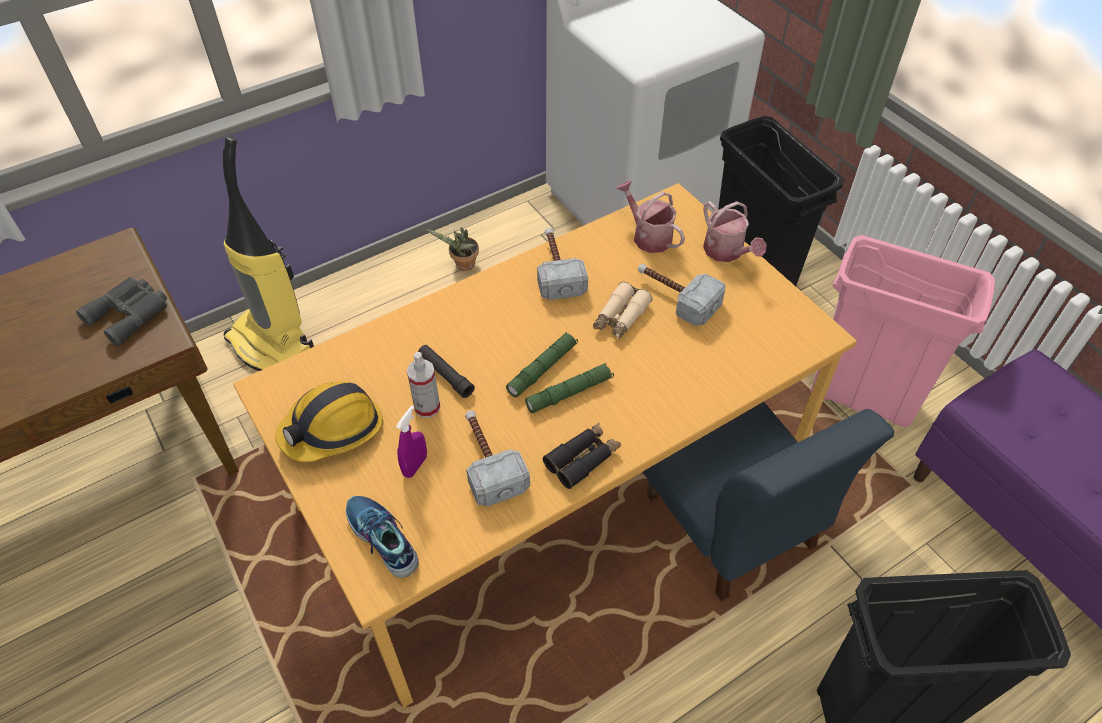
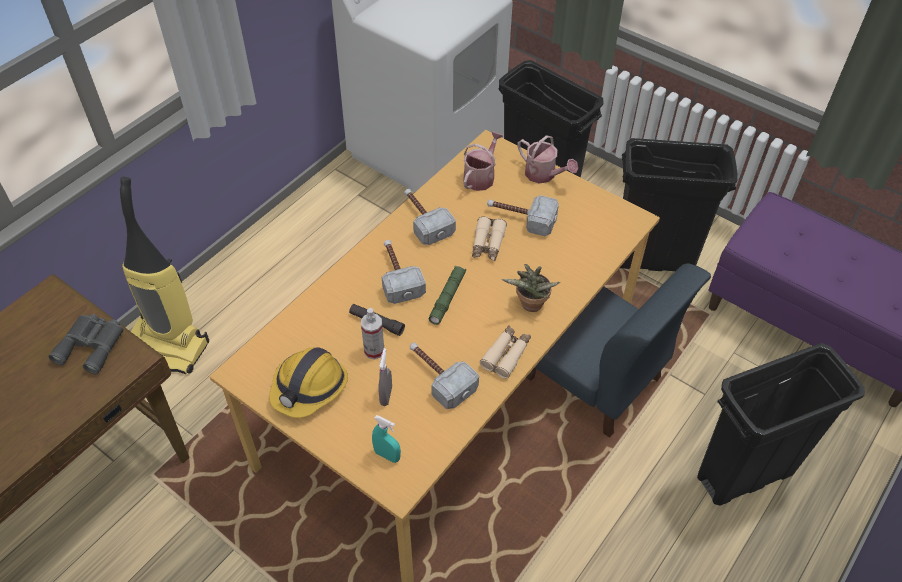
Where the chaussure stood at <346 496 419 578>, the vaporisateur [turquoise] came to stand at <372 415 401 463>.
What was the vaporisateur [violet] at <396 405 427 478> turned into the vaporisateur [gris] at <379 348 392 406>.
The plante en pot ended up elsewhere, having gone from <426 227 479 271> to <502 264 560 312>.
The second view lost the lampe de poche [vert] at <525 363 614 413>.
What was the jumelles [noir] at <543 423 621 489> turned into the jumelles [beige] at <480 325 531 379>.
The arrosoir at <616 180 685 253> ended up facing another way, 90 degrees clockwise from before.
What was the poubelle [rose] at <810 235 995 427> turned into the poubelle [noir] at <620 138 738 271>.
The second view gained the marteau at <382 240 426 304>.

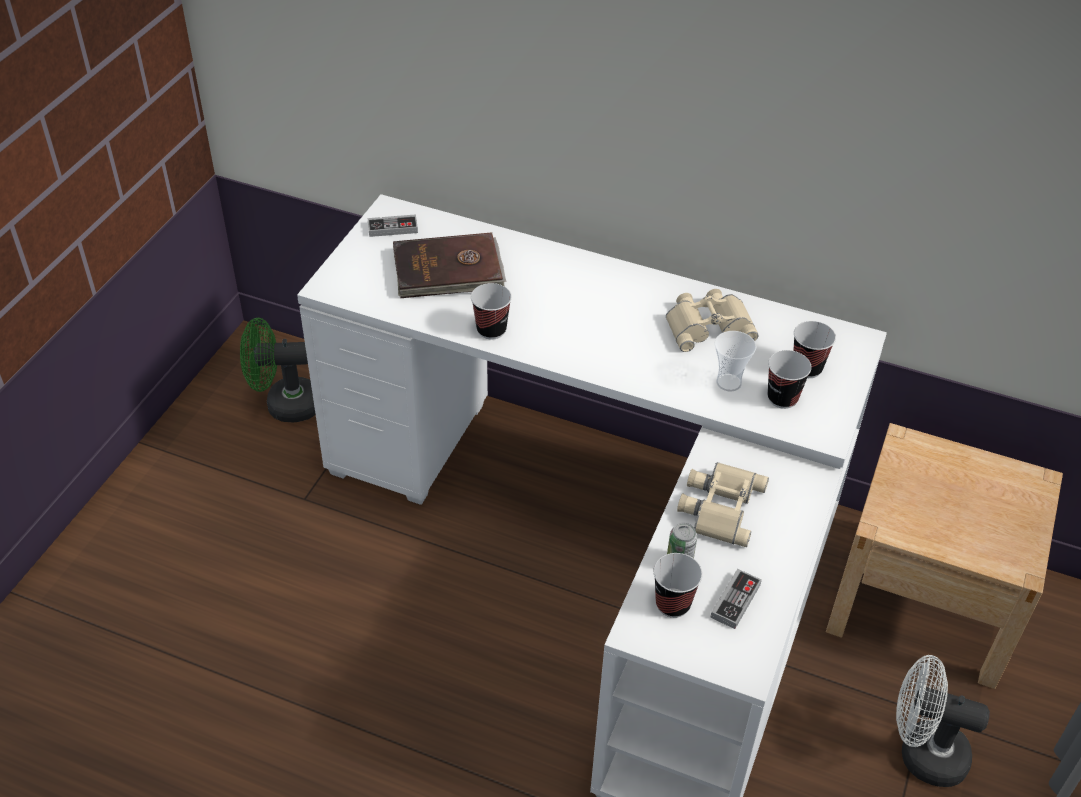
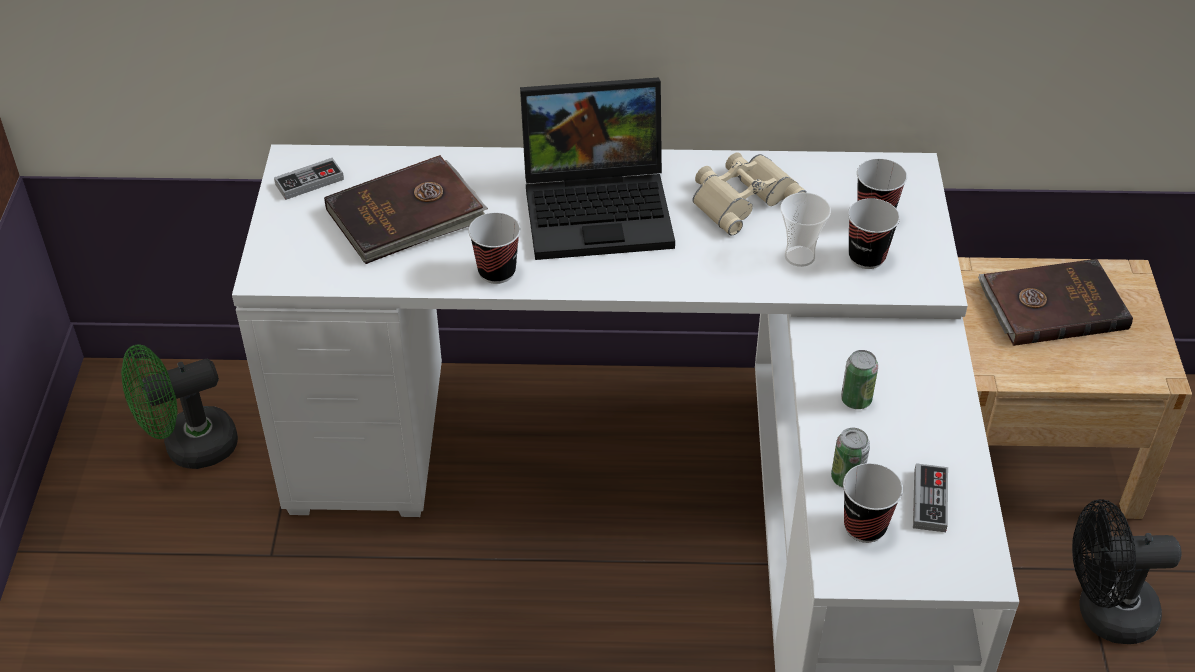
Where the jumelles [beige] stood at <677 462 769 547>, the boîte métallique came to stand at <841 350 878 409>.
What was the ventilateur [blanc] at <896 655 990 787> turned into the ventilateur [noir] at <1072 499 1181 644>.
The second view gained the ordinateur portable at <520 77 675 260>.
The second view gained the livre [marron] at <978 259 1133 346>.

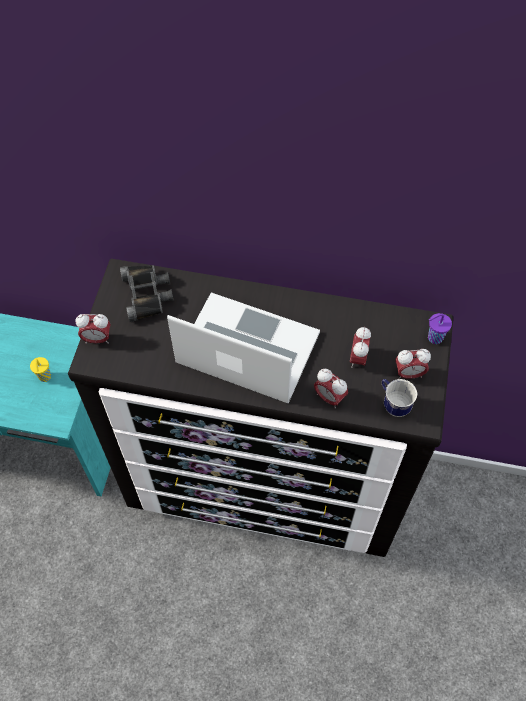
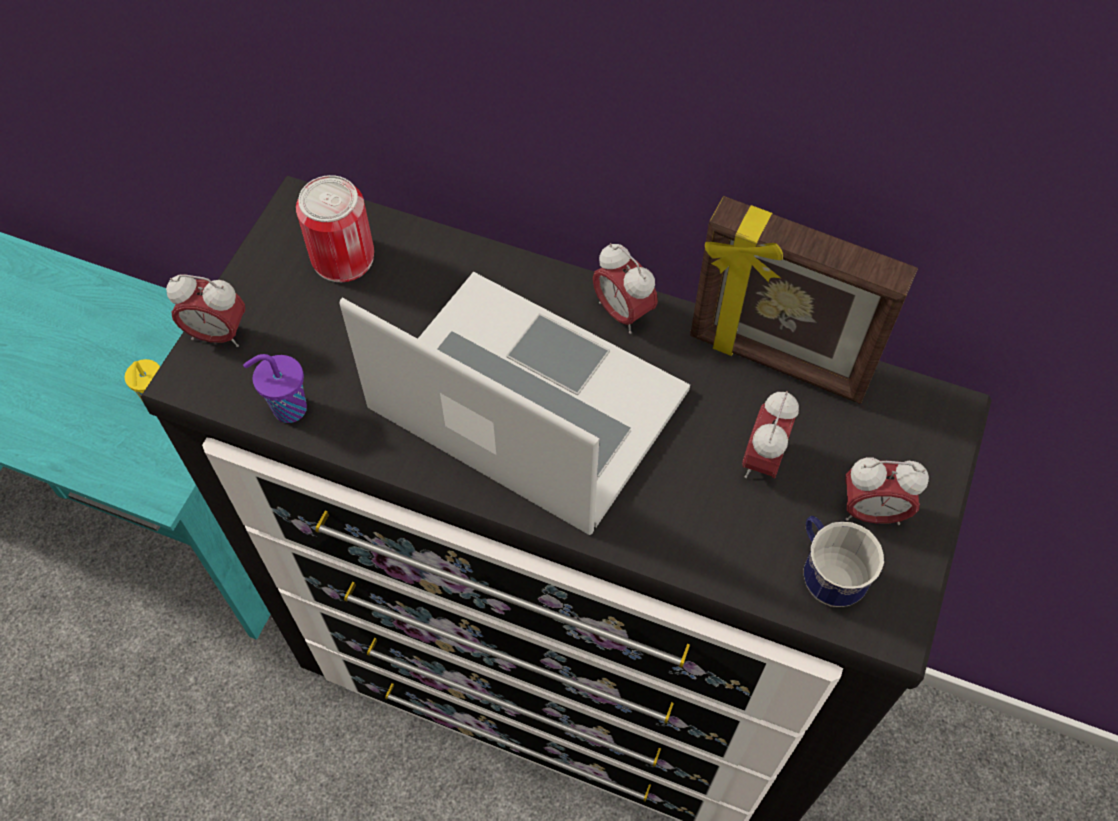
Where the jumelles [noir] stood at <120 265 174 322>, the boîte métallique came to stand at <296 175 374 282>.
The réveil ended up elsewhere, having gone from <314 369 348 409> to <593 243 658 334>.
The tasse [violet] ended up elsewhere, having gone from <428 313 452 344> to <243 354 307 423>.
The second view gained the cadre photo at <690 196 918 404>.

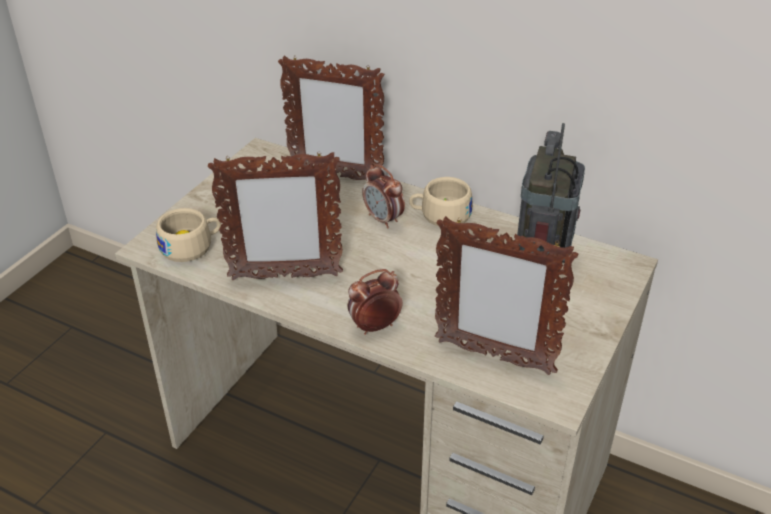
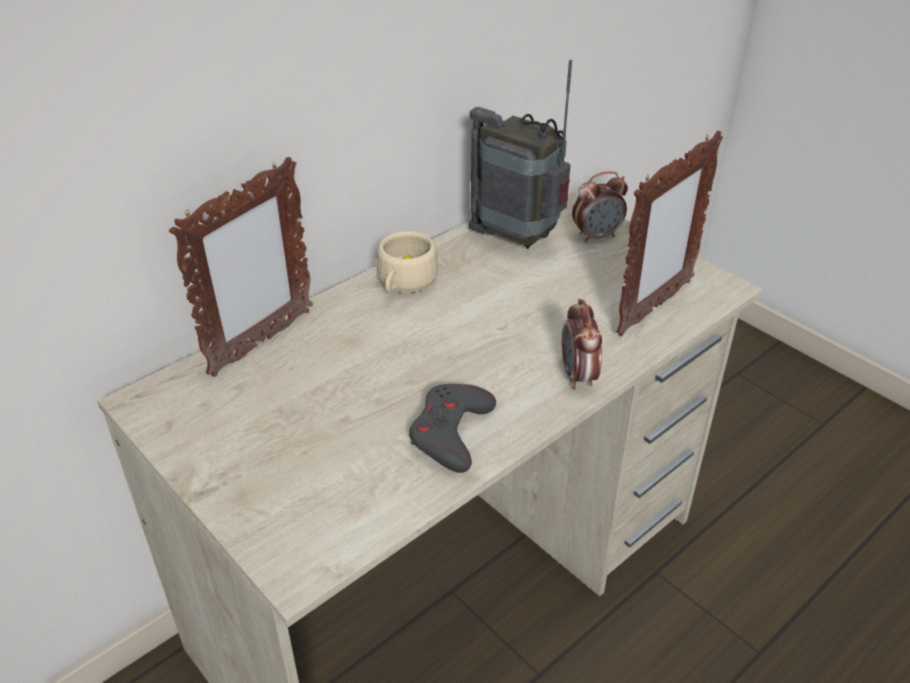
The second view lost the tasse [beige] at <156 208 221 262>.
Where the cadre photo stood at <208 151 343 280>, the manette [gris] came to stand at <409 384 496 473>.
The réveil ended up elsewhere, having gone from <362 164 405 228> to <572 171 628 243>.

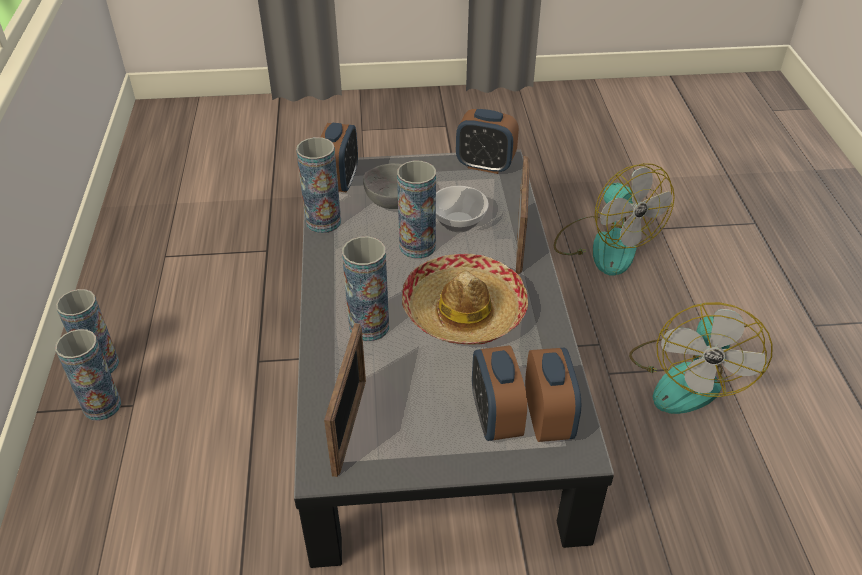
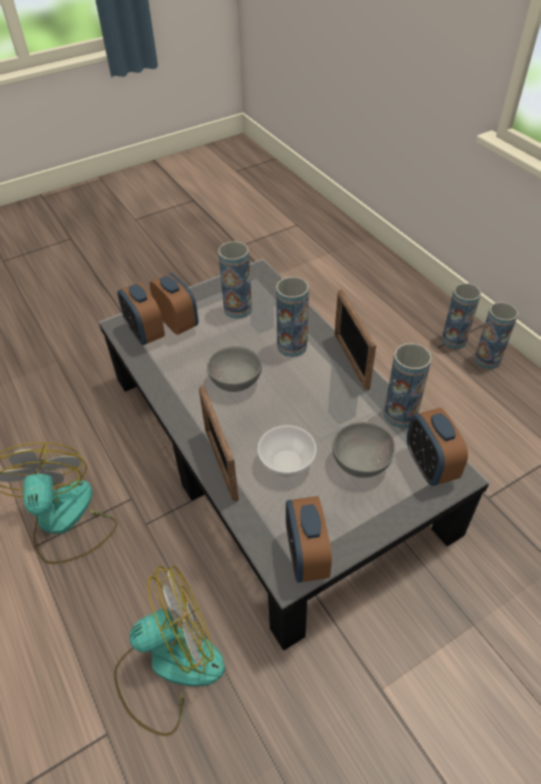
The cadre photo ended up elsewhere, having gone from <324 323 366 477> to <334 289 376 390>.
The vase ended up elsewhere, having gone from <397 161 436 259> to <218 241 252 319>.
Where the chapeau stood at <402 254 528 345>, the bol [gris] came to stand at <207 346 262 392>.
The réveil at <456 109 519 174> ended up facing another way, 90 degrees counterclockwise from before.
The ventilateur at <554 163 675 276> ended up facing another way, 120 degrees clockwise from before.

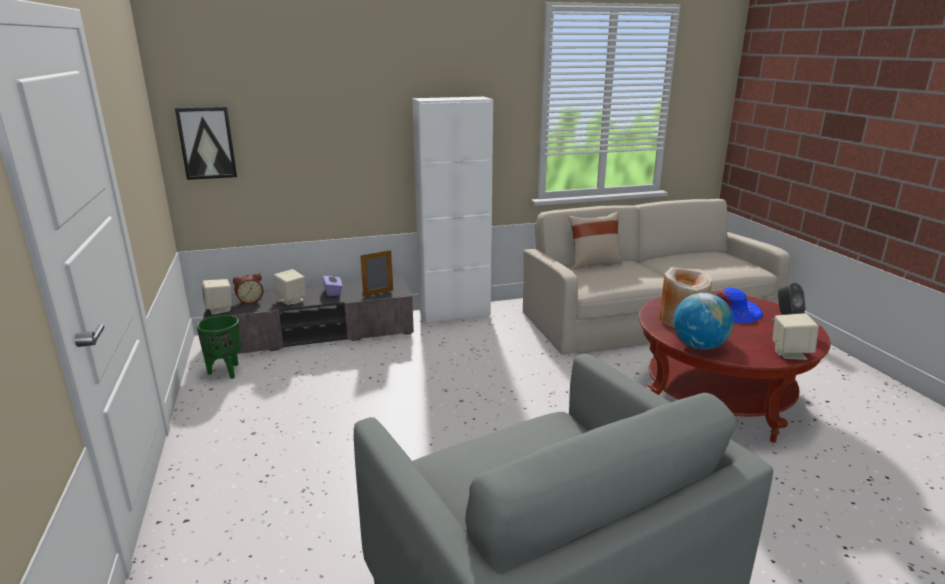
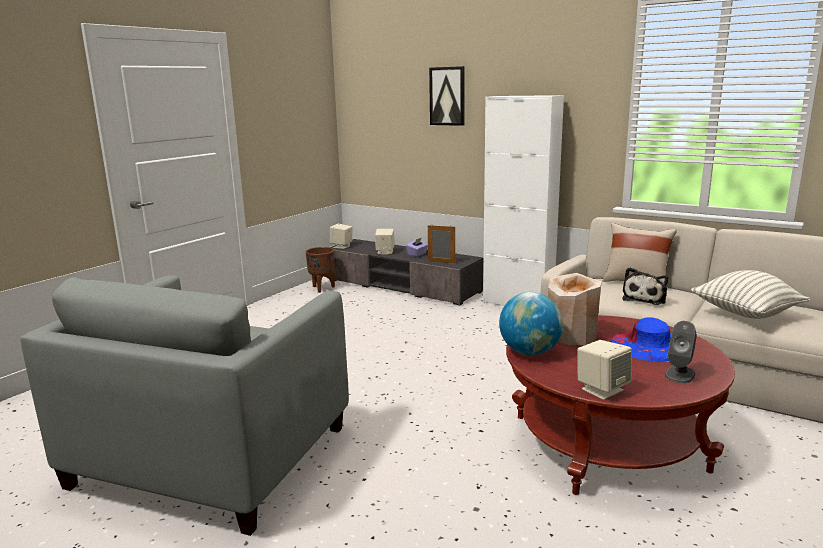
The tableau ended up elsewhere, having gone from <175 107 237 180> to <429 66 465 126>.
What was the cache-pot [vert] at <196 315 241 379> turned into the cache-pot [marron] at <306 247 335 293>.
The second view lost the réveil at <233 273 264 304>.
The second view gained the peluche at <622 267 668 305>.
The second view gained the coussin at <691 270 810 319>.

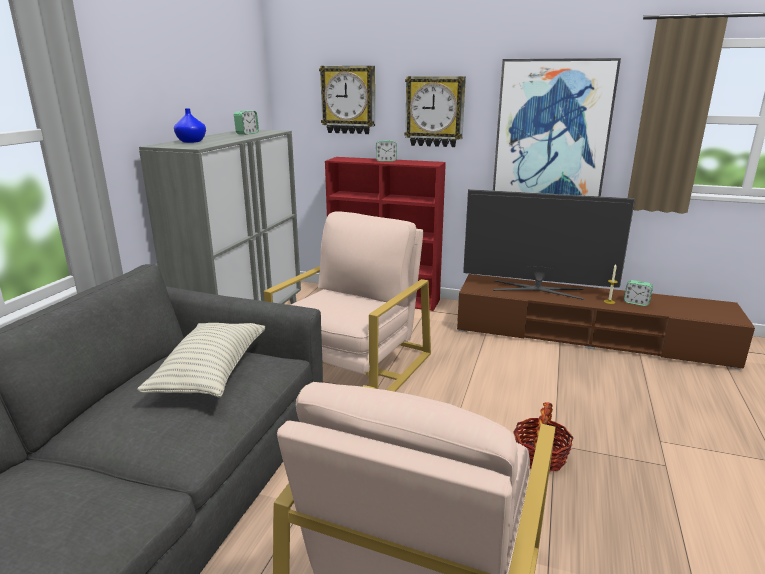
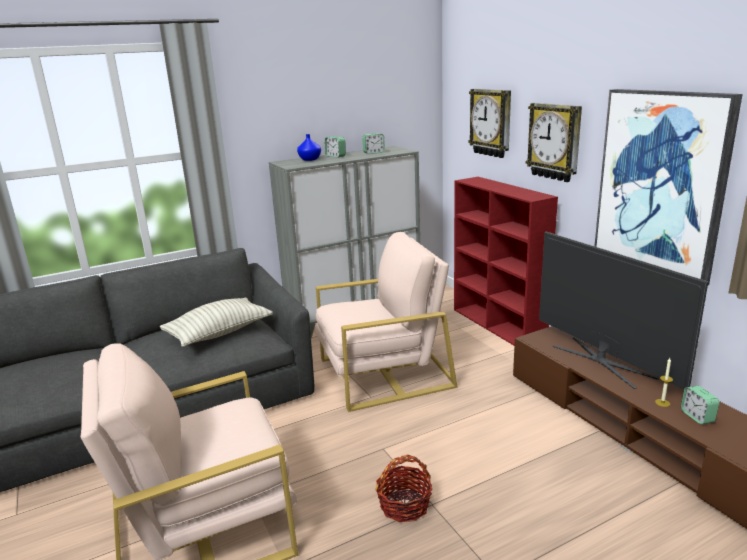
The réveil ended up elsewhere, having gone from <376 141 397 161> to <325 136 346 158>.

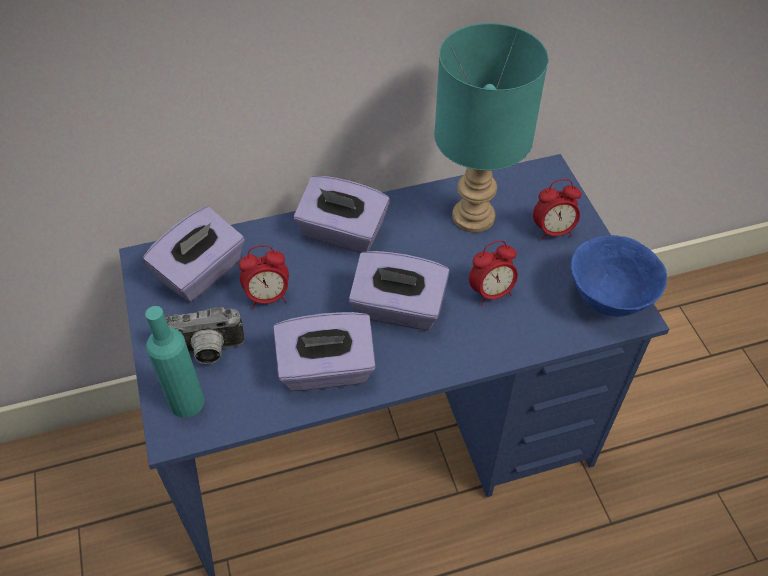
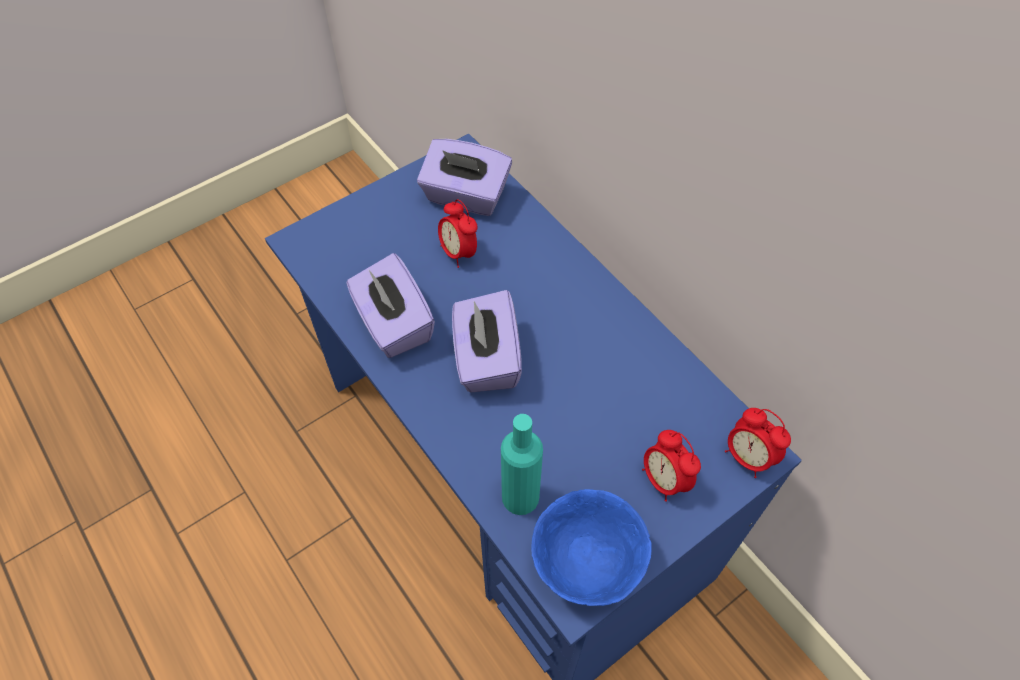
The bouteille [turquoise] ended up elsewhere, having gone from <145 306 204 418> to <501 414 543 515>.
The second view lost the appareil photo at <165 307 245 364>.
The second view lost the boîte à mouchoirs [violet] at <294 176 390 253>.
The second view lost the lampe de table [turquoise] at <434 23 548 233>.
The réveil ended up elsewhere, having gone from <469 240 518 306> to <725 408 791 478>.

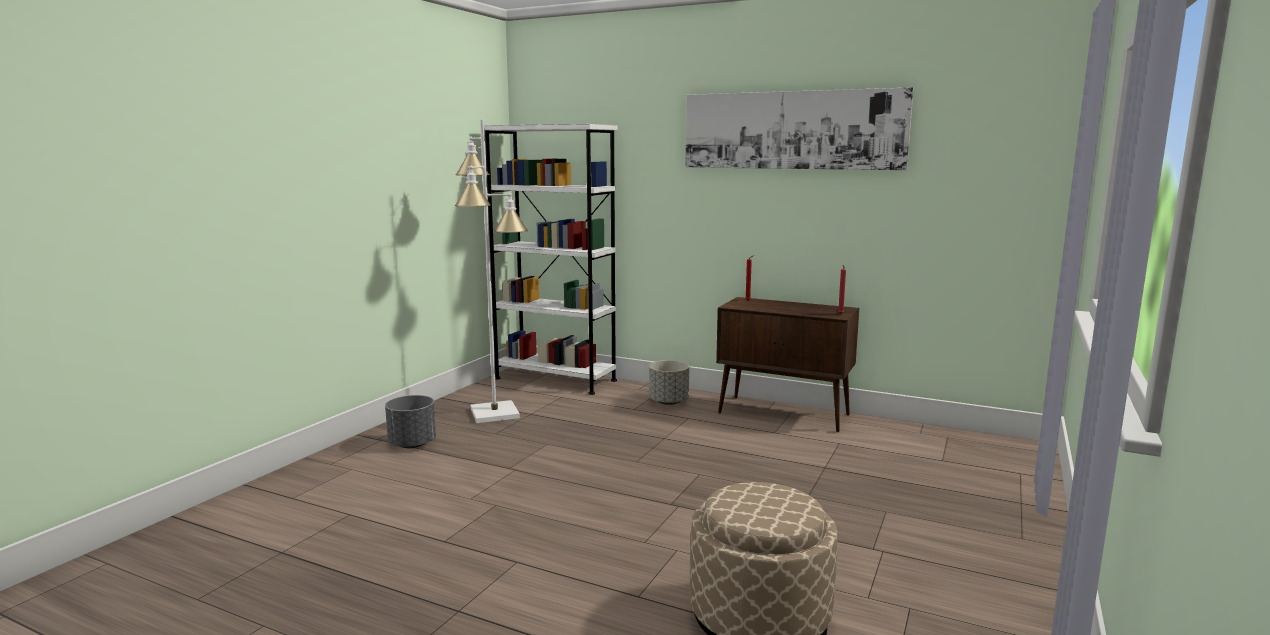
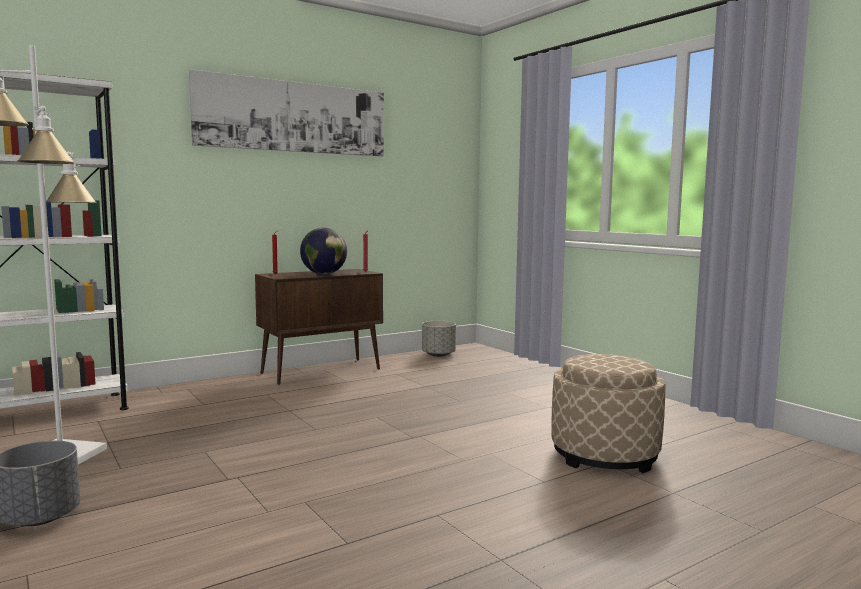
The cache-pot [gris] ended up elsewhere, having gone from <649 360 689 405> to <422 321 456 357>.
The second view gained the globe at <300 227 347 274>.

